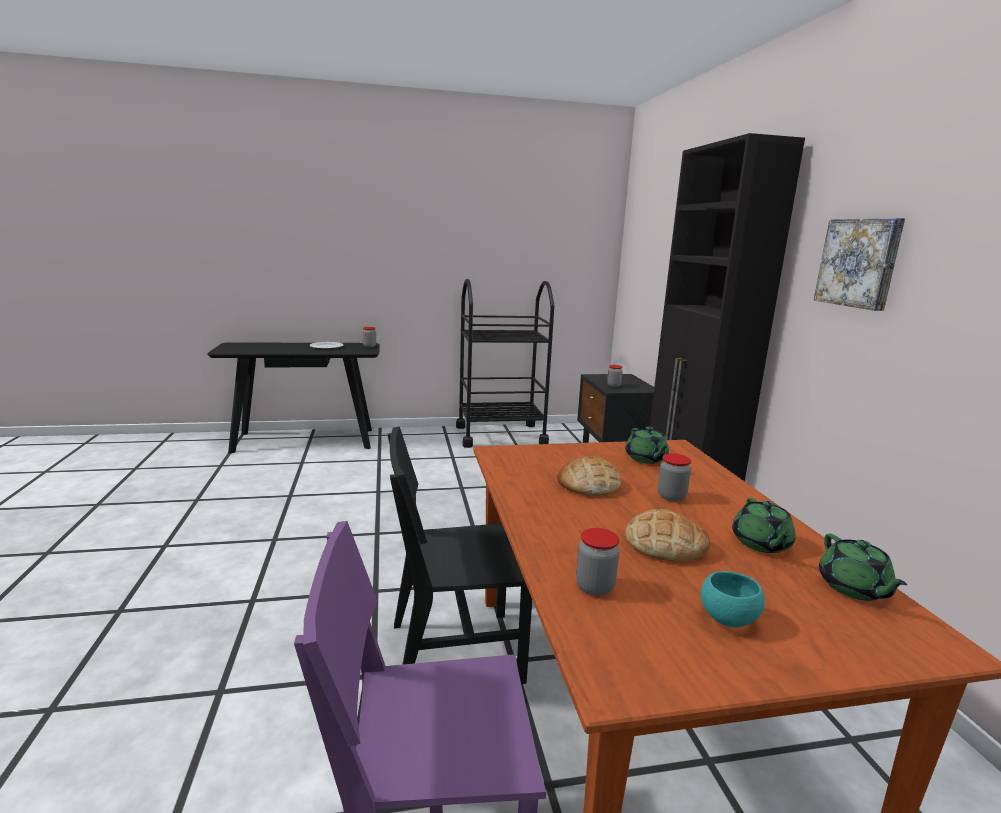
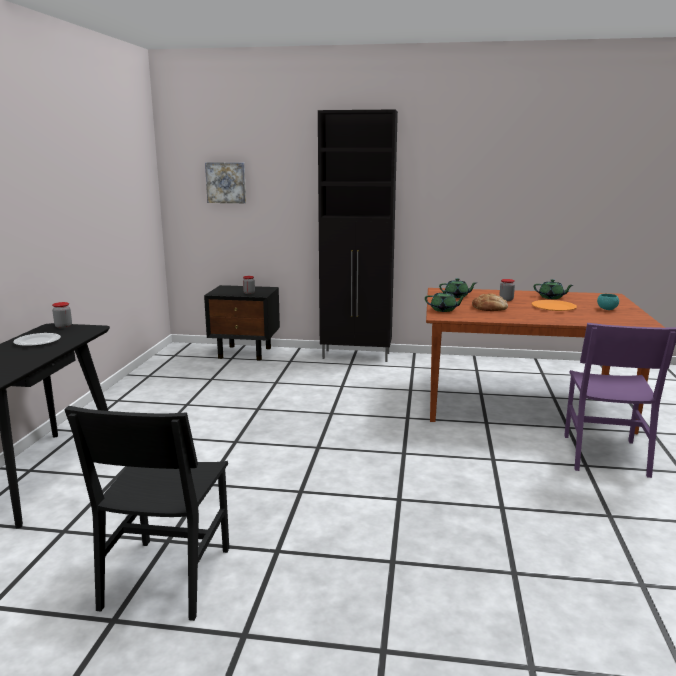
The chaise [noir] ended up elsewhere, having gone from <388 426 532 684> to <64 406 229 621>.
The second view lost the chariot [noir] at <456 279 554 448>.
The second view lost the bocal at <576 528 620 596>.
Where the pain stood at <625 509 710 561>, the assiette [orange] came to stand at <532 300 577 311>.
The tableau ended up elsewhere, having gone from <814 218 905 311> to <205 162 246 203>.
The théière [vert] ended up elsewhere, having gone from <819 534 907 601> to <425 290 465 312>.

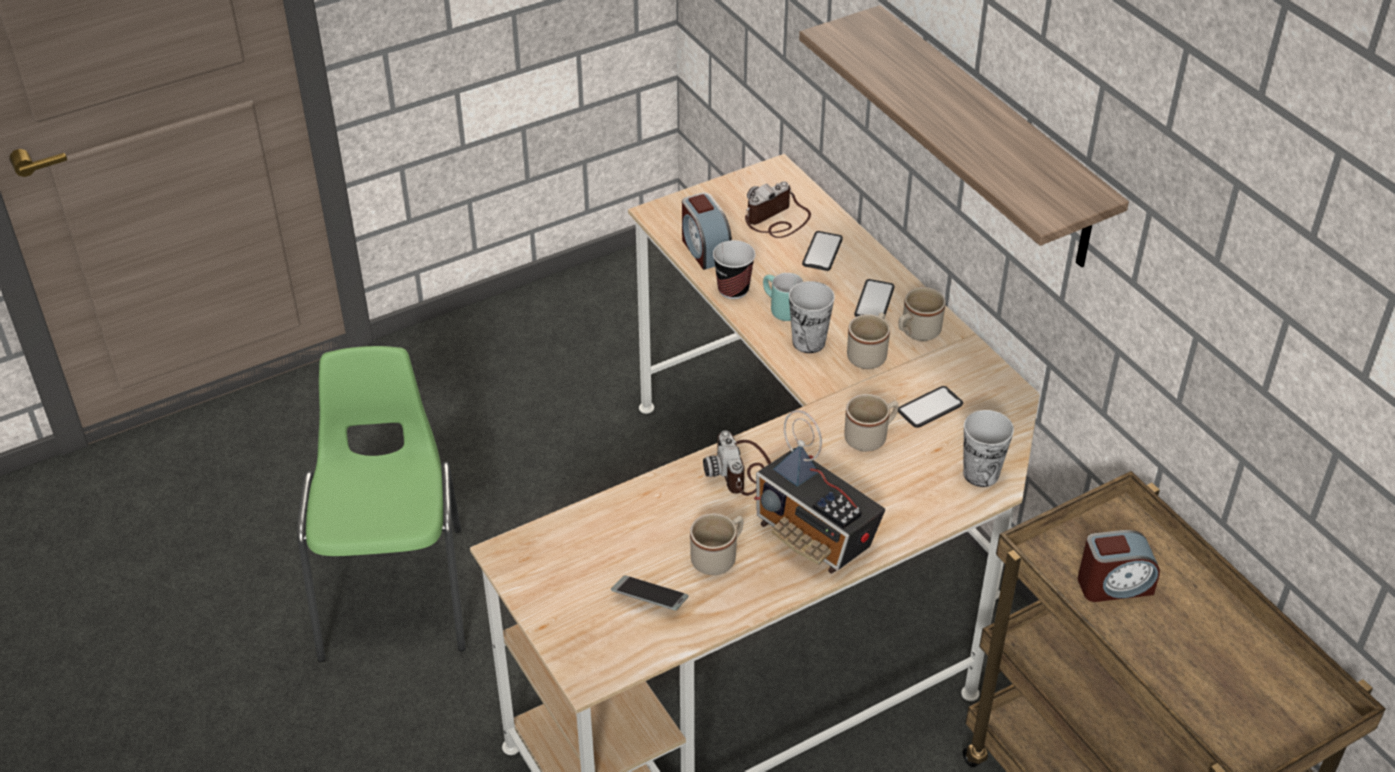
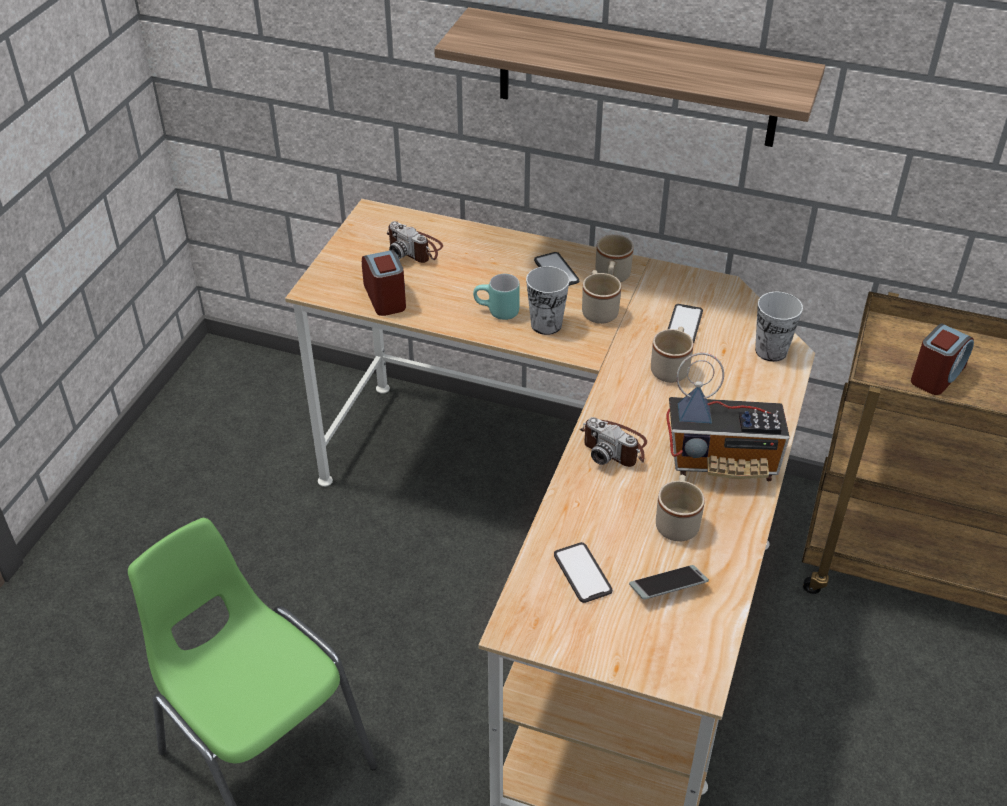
The réveil at <682 193 732 270> ended up facing another way, 135 degrees counterclockwise from before.
The second view lost the tasse at <713 240 756 299>.
The appareil photo at <745 181 811 238> ended up facing another way, 60 degrees counterclockwise from before.
The téléphone ended up elsewhere, having gone from <802 231 843 271> to <554 542 612 603>.

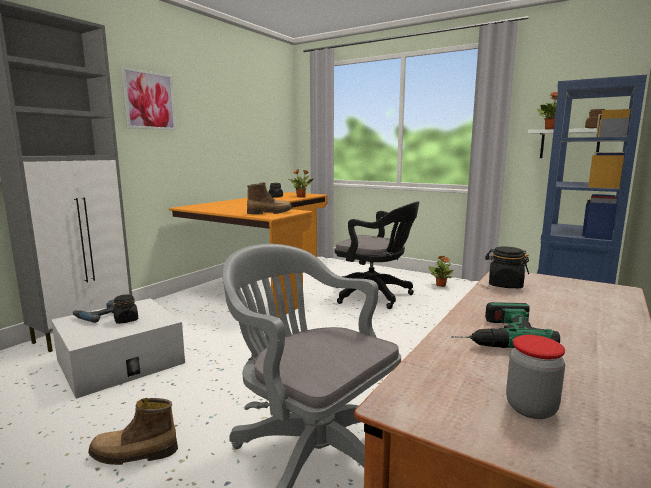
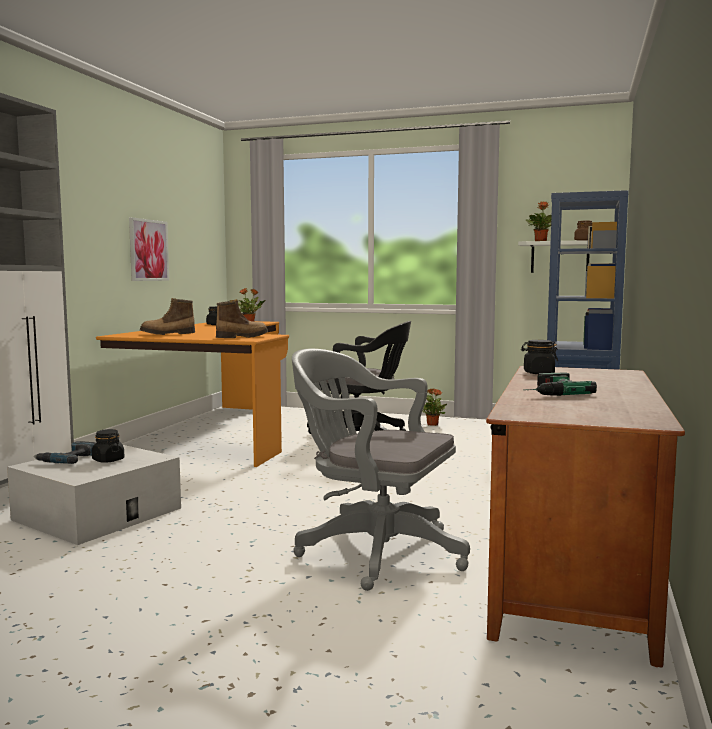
The botte ended up elsewhere, having gone from <88 398 178 465> to <140 298 195 335>.
The tableau ended up elsewhere, having gone from <121 67 176 130> to <129 217 169 281>.
The second view lost the bocal at <506 335 565 419>.

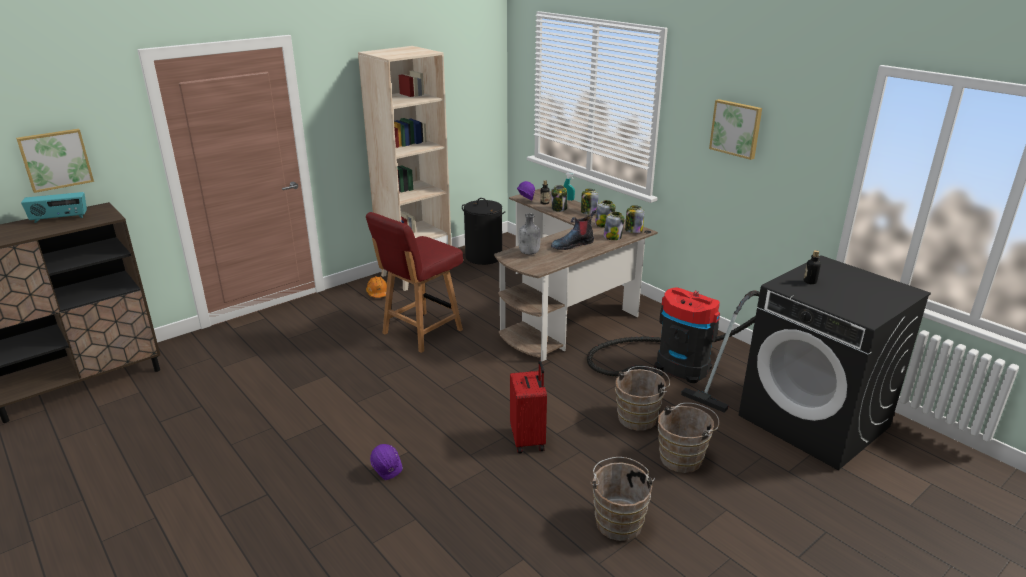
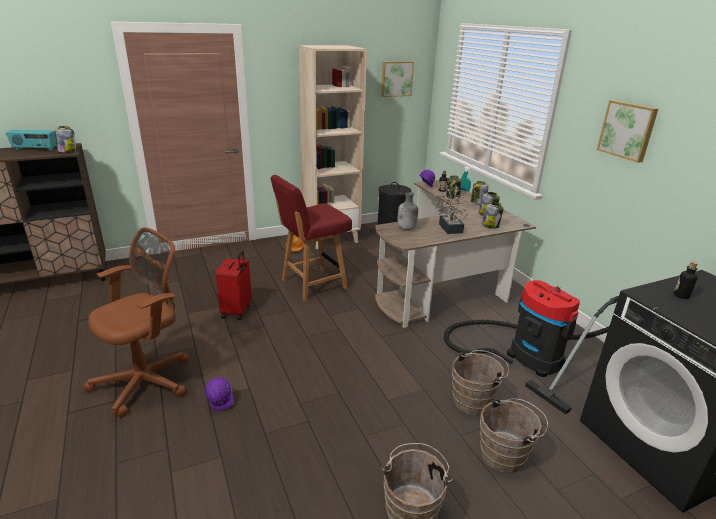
The tableau ended up elsewhere, having gone from <16 129 94 193> to <381 61 414 97>.
The valise [rouge] ended up elsewhere, having gone from <510 361 547 454> to <216 251 252 320>.
Where the botte stood at <551 210 596 250>, the plante en pot came to stand at <435 189 470 234>.
The bocal ended up elsewhere, having gone from <625 205 644 233> to <55 126 77 153>.
The second view gained the chaise de bureau [marron] at <83 227 190 417>.

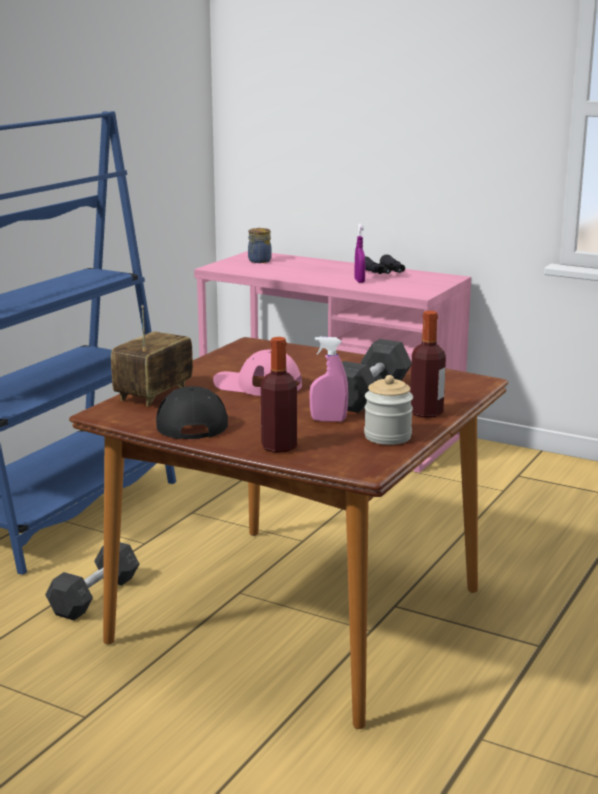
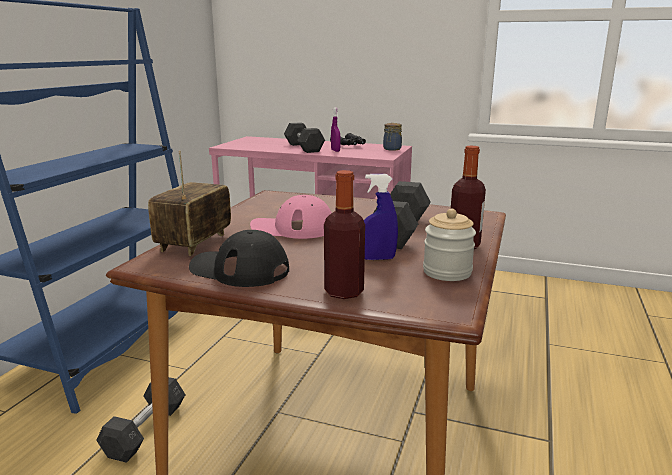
The casquette [noir] at <156 386 228 439> ended up facing another way, 45 degrees counterclockwise from before.
The bocal ended up elsewhere, having gone from <248 228 272 263> to <383 123 402 151>.
What was the vaporisateur [rose] at <309 337 348 422> turned into the vaporisateur [bleu] at <364 174 398 260>.
The second view gained the haltère [gris] at <284 122 325 153>.

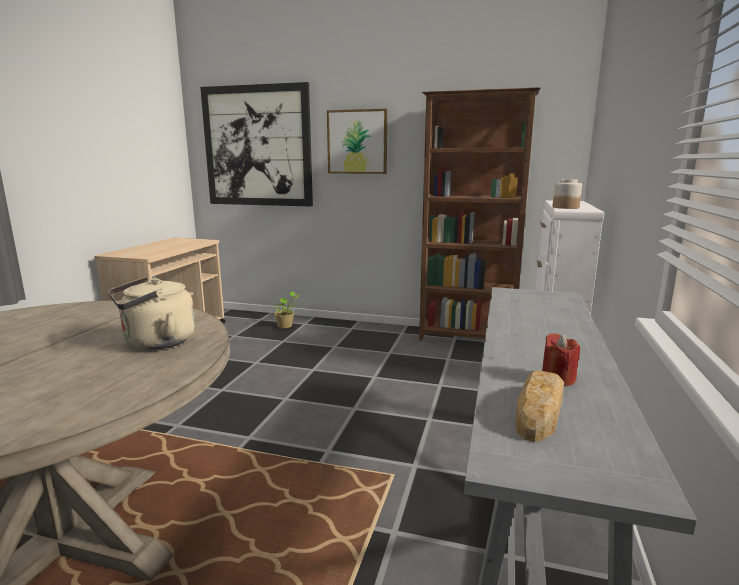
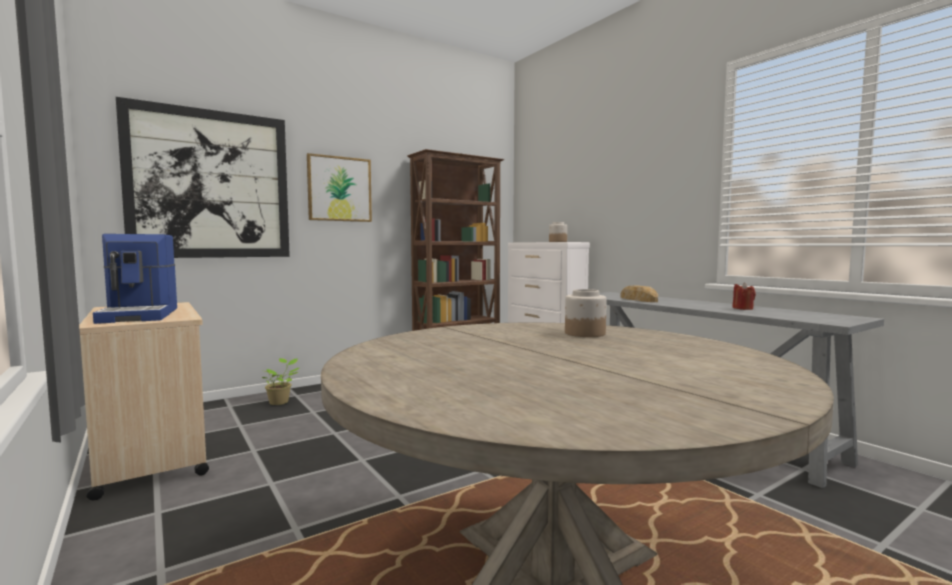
Where the bouilloire [beige] stood at <108 277 195 350>, the bocal came to stand at <565 289 607 337>.
The pain ended up elsewhere, having gone from <515 370 564 442> to <621 285 658 302>.
The second view gained the machine à café at <93 234 177 324>.

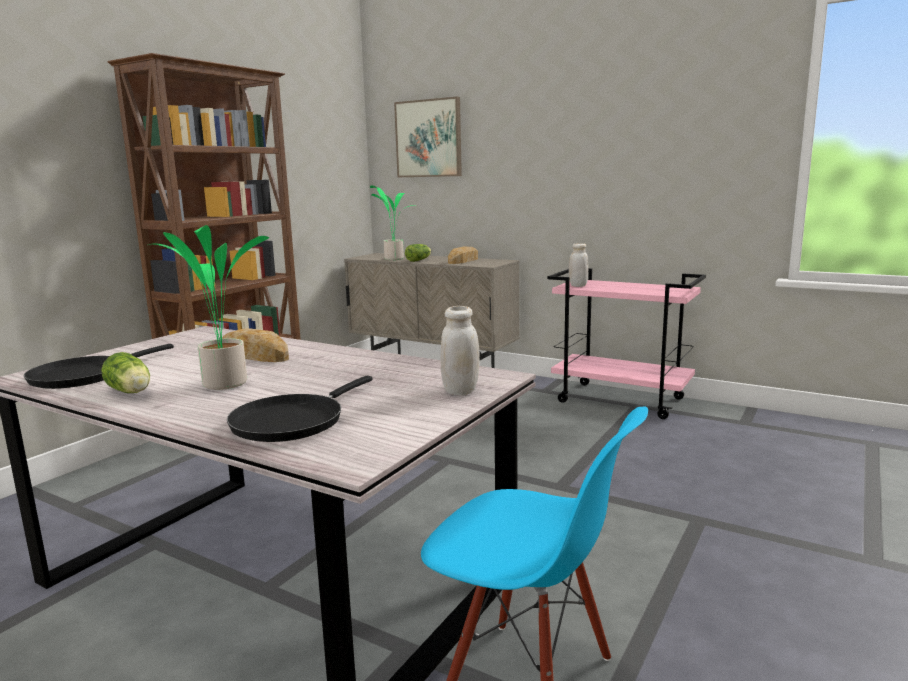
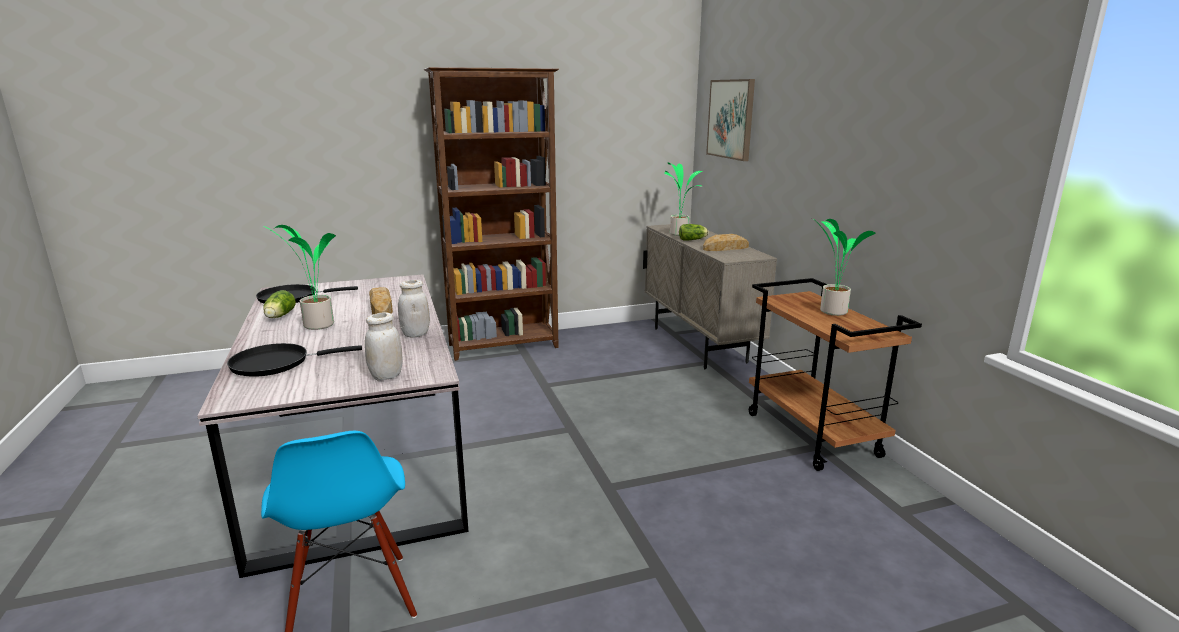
What was the chariot [rose] at <548 268 706 419> turned into the chariot [marron] at <749 278 922 471>.
The bocal [blanc] ended up elsewhere, having gone from <569 243 588 287> to <398 280 430 337>.
The second view gained the plante en pot at <812 218 876 316>.

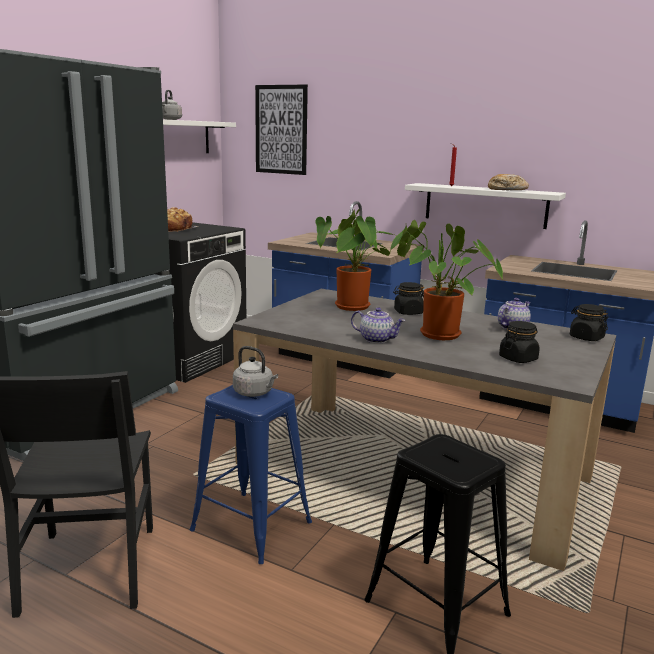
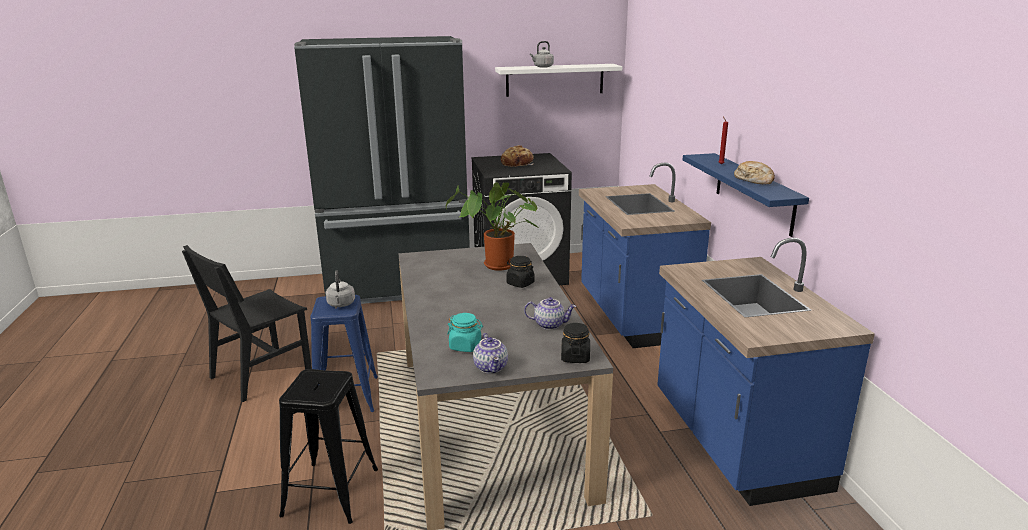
The second view lost the tableau at <255 85 308 175>.
The théière ended up elsewhere, having gone from <351 307 405 344> to <473 333 508 374>.
The second view lost the plante en pot at <390 220 503 340>.
What was the étagère [blanc] at <405 183 566 229> turned into the étagère [bleu] at <683 153 809 237>.
What was the bocal [noir] at <499 321 540 363> turned into the bocal [turquoise] at <447 313 483 352>.

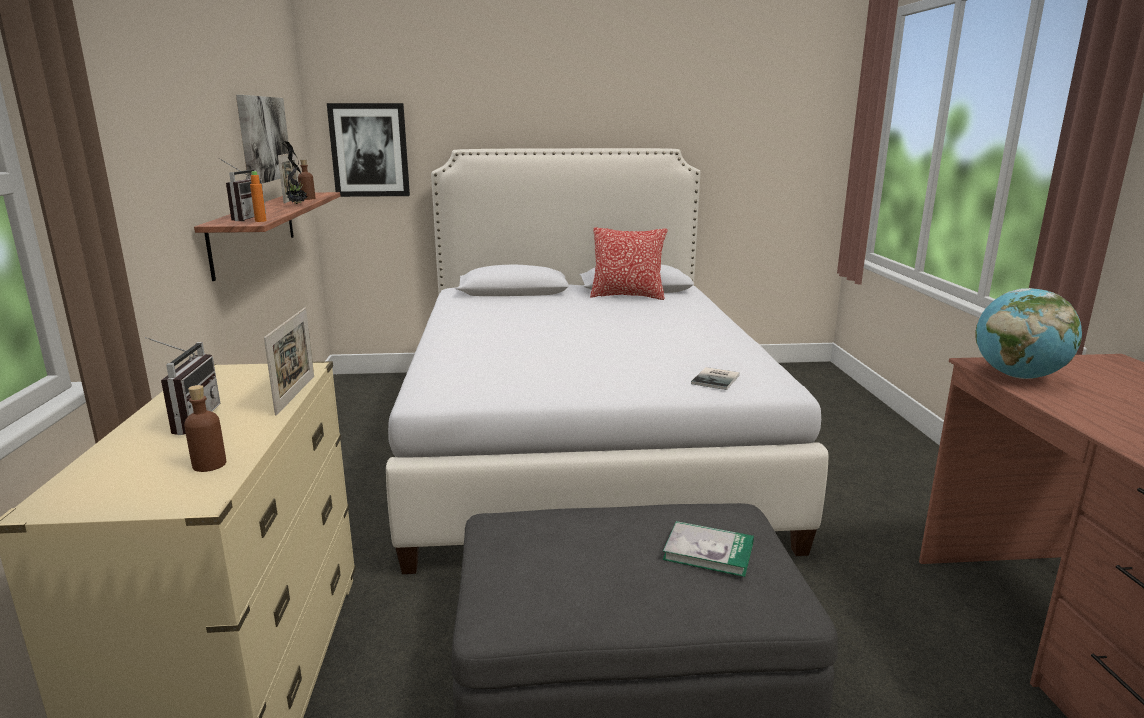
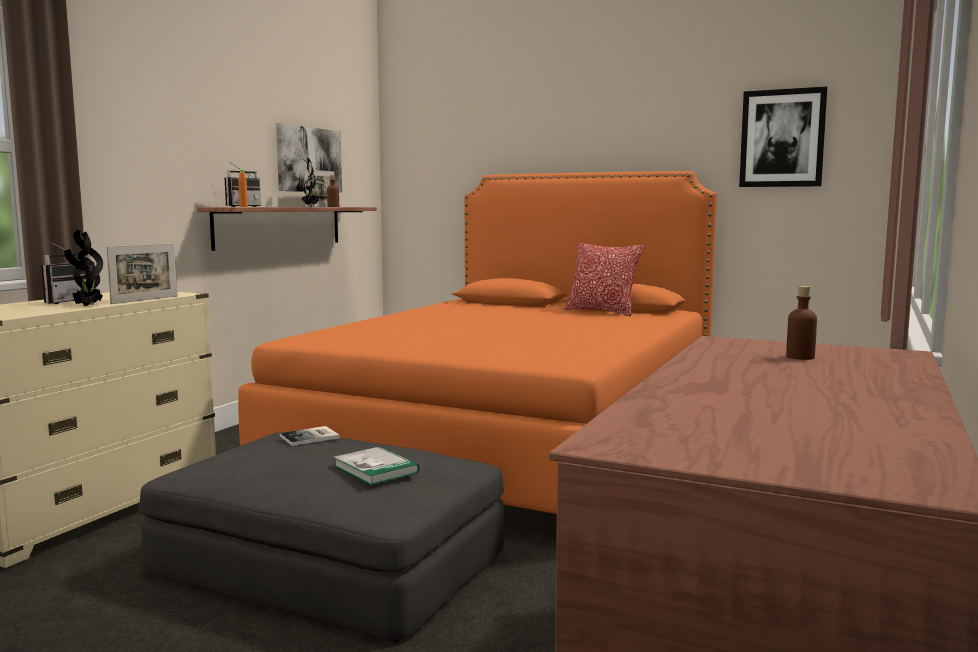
The bouteille [marron] ended up elsewhere, having gone from <184 385 226 472> to <786 286 817 360>.
The tableau ended up elsewhere, having gone from <327 103 410 197> to <739 87 827 187>.
What was the lit [blanc] at <386 148 828 574> turned into the lit [orange] at <238 171 717 514>.
The livre ended up elsewhere, having gone from <691 367 740 390> to <280 426 340 446>.
The second view lost the globe at <975 288 1082 379>.
The second view gained the plante en pot at <64 230 103 306>.

